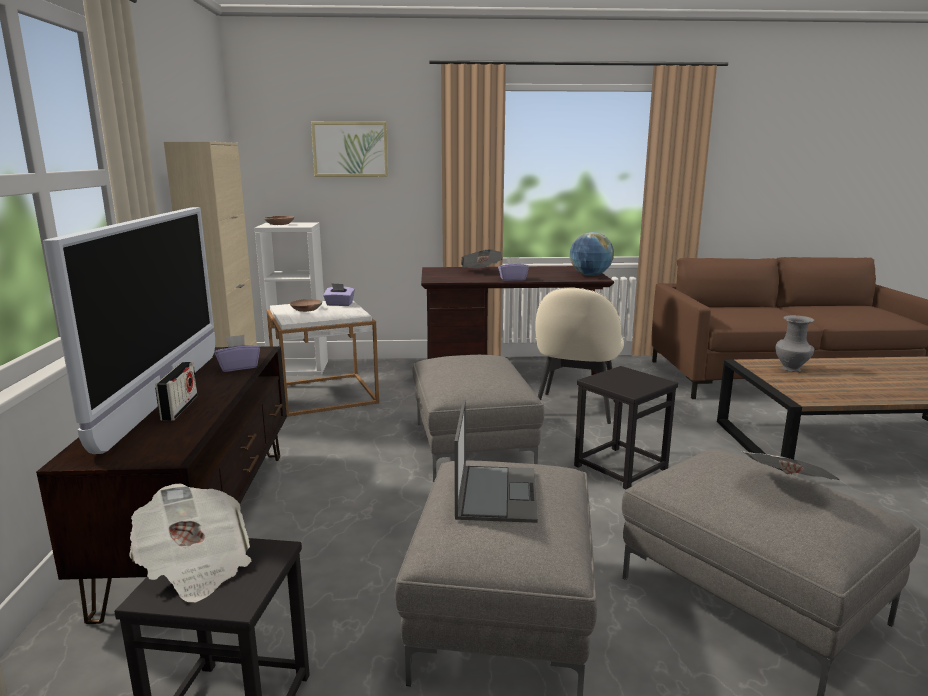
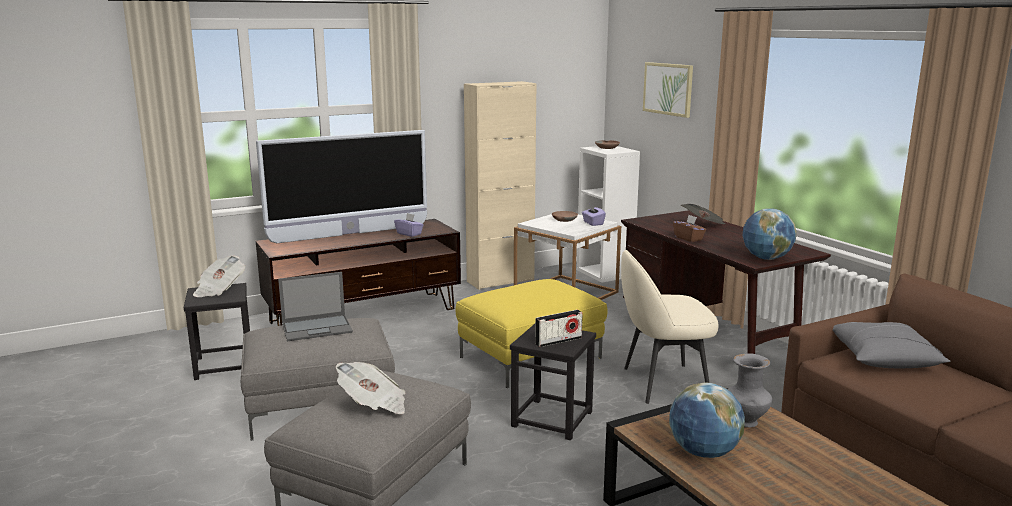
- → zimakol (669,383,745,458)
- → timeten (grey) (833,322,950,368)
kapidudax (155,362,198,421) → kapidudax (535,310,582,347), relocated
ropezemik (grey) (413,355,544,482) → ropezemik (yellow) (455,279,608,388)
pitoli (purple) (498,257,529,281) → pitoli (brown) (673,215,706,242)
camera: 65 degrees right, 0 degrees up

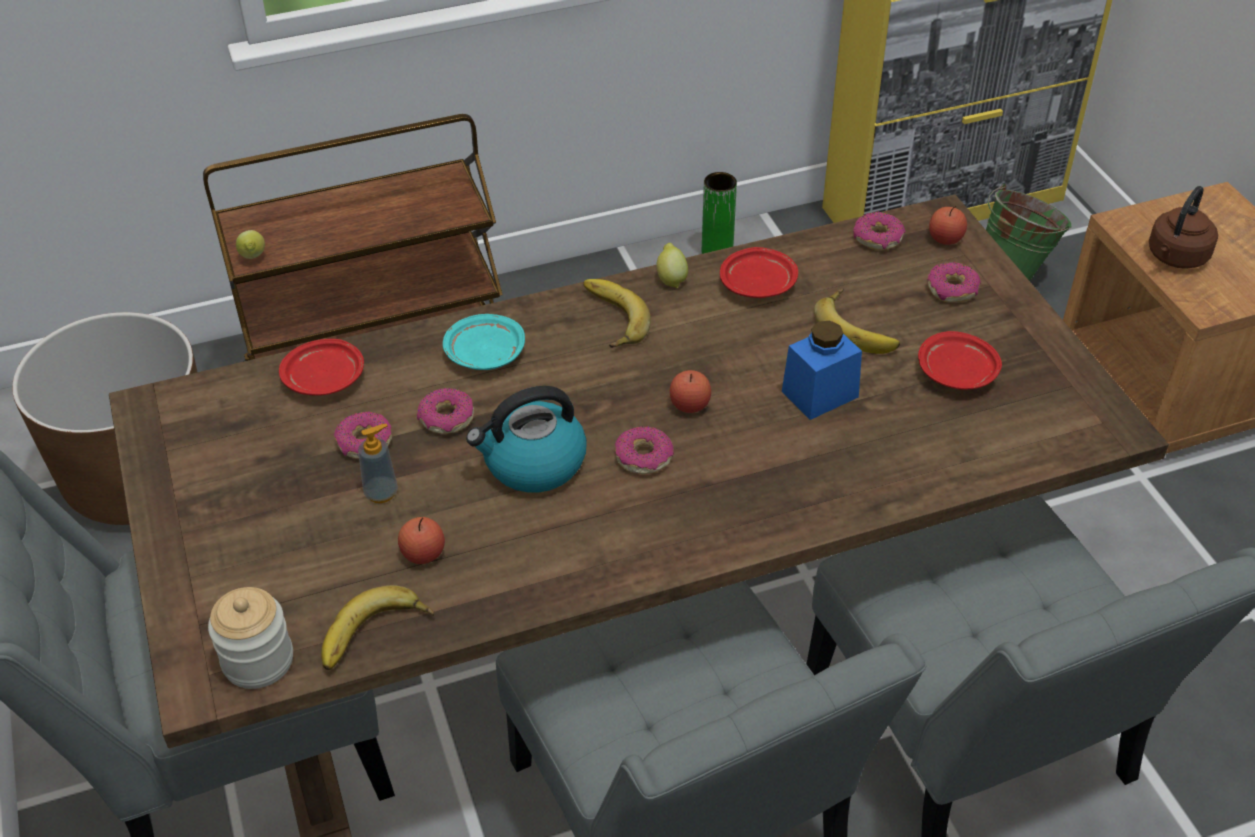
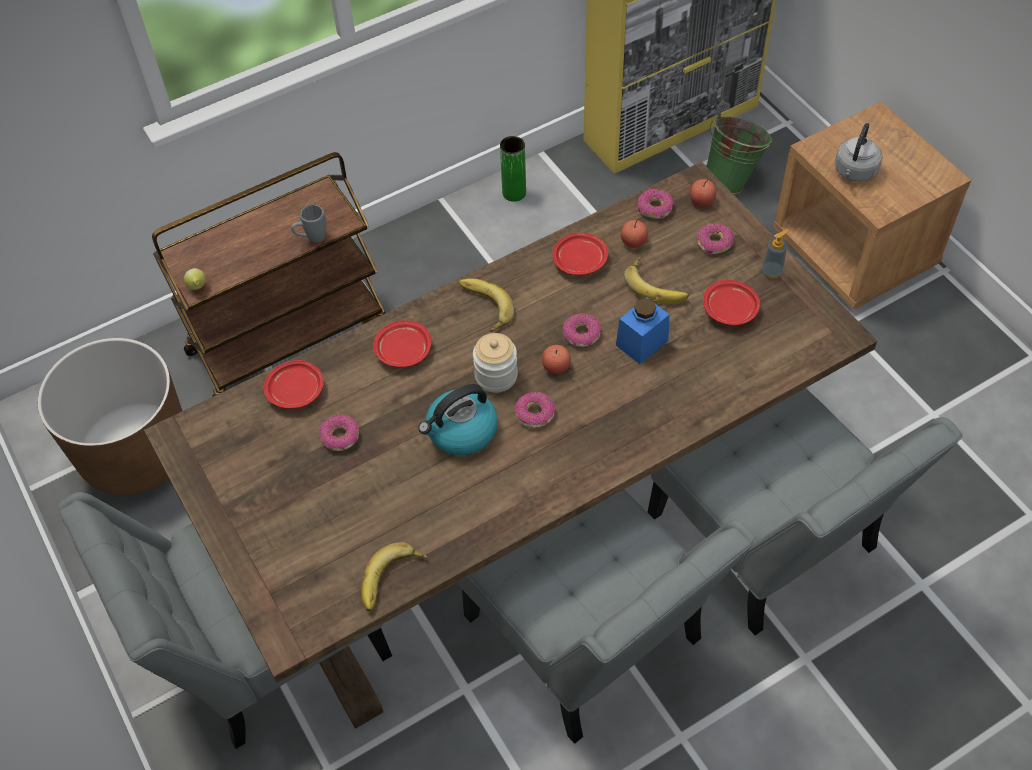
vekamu (657,243,688,288) → -
- → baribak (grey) (291,204,326,243)
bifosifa (208,587,293,689) → bifosifa (473,333,518,393), relocated
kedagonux (358,424,398,503) → kedagonux (762,229,788,279), relocated
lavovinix (398,517,445,564) → lavovinix (621,220,648,248), relocated
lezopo (417,388,474,434) → lezopo (563,313,601,347), relocated
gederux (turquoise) (443,314,525,370) → gederux (red) (373,320,432,367)
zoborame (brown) (1149,186,1218,269) → zoborame (grey) (835,123,882,182)
camera: 10 degrees left, 10 degrees up

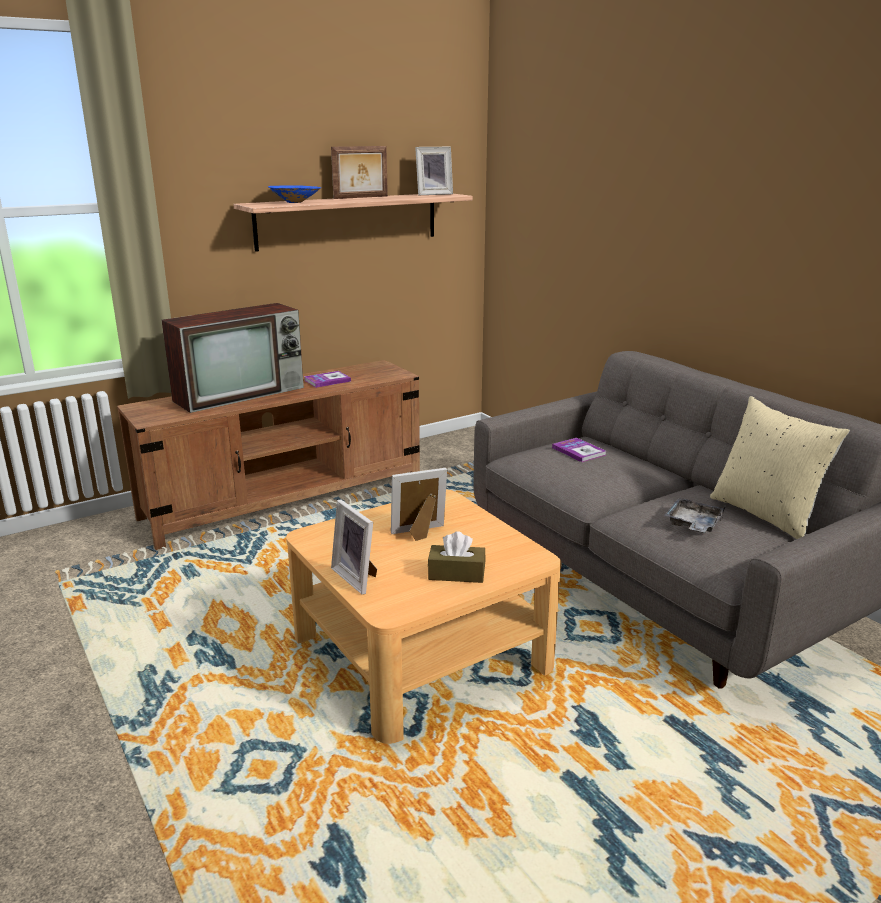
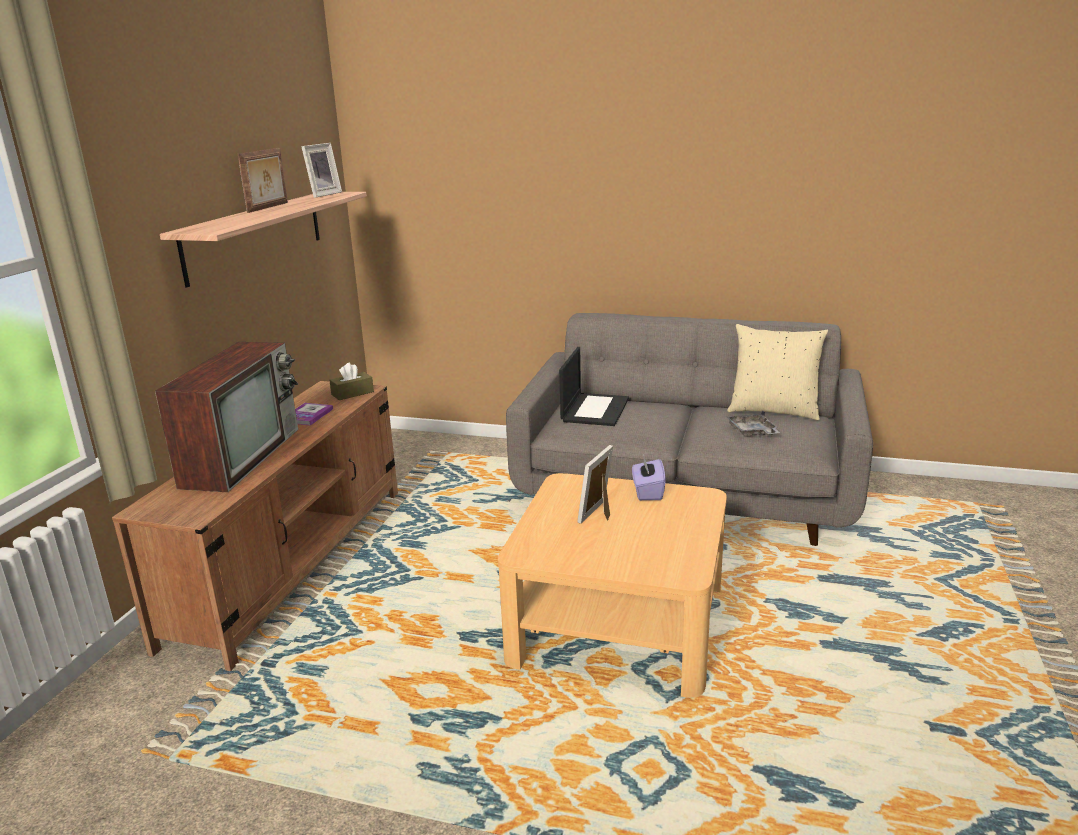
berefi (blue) (268,185,321,203) → -
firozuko (331,500,377,595) → -
- → pitoli (purple) (632,457,666,500)
pitoli (brown) (428,531,486,583) → pitoli (brown) (329,362,374,400), relocated
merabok (552,438,606,462) → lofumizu (559,347,629,426)
camera: 40 degrees left, 0 degrees up

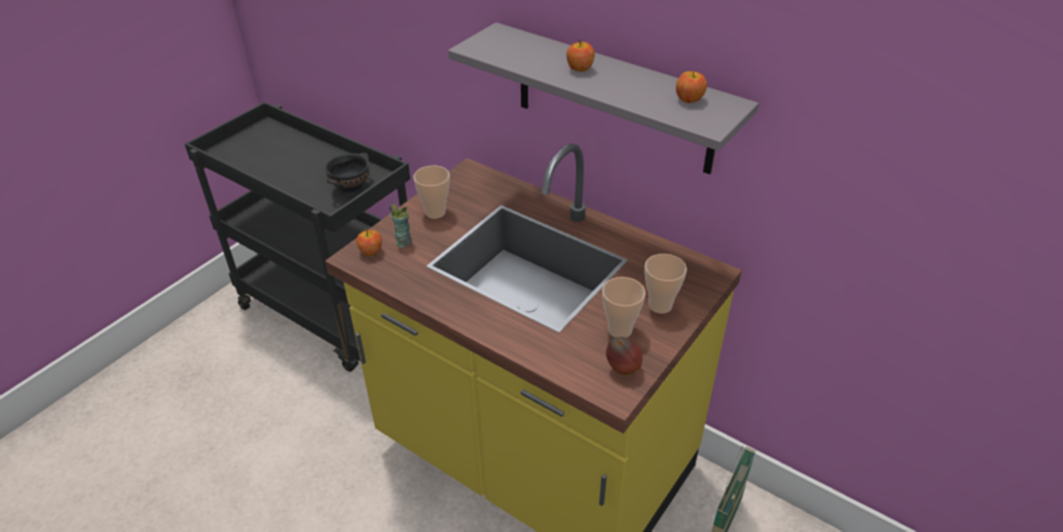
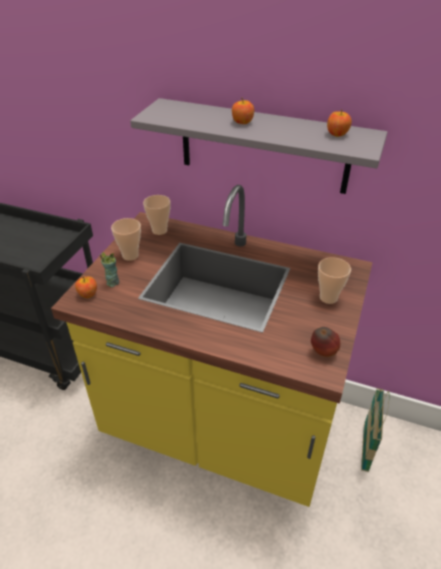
berefi (black) (325,153,369,196) → -
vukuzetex (602,277,645,338) → vukuzetex (143,195,171,235), relocated
camera: 15 degrees left, 0 degrees up

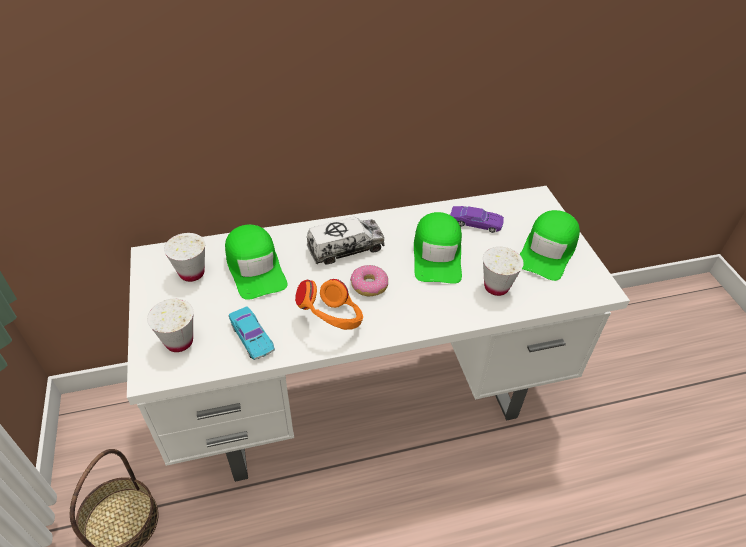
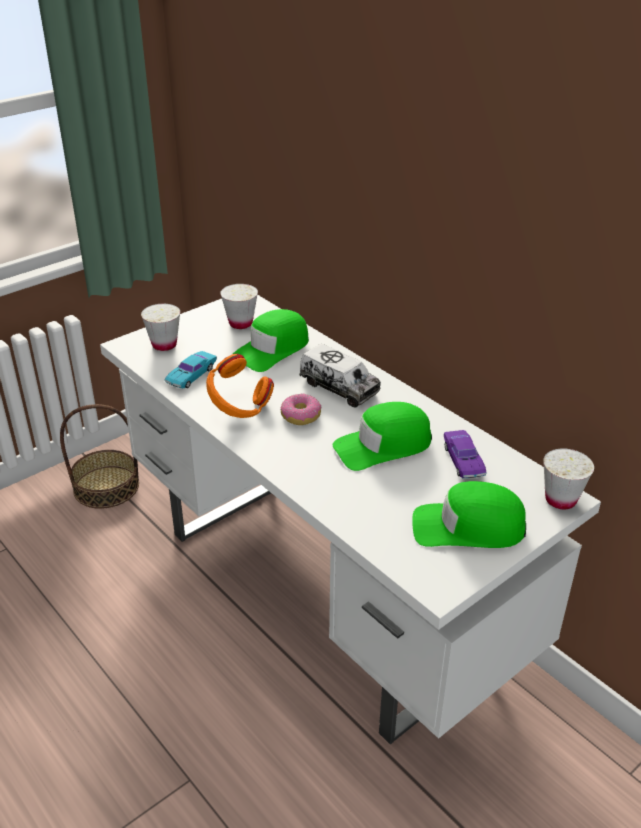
vukuzetex (white) (483,247,524,296) → vukuzetex (white) (543,448,594,510), relocated
camera: 65 degrees right, 10 degrees down

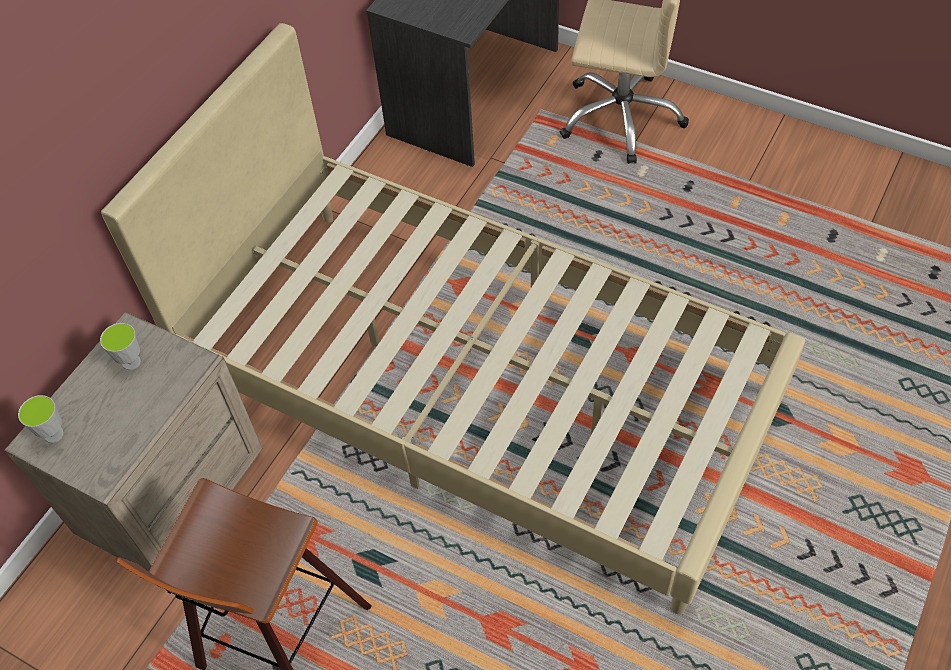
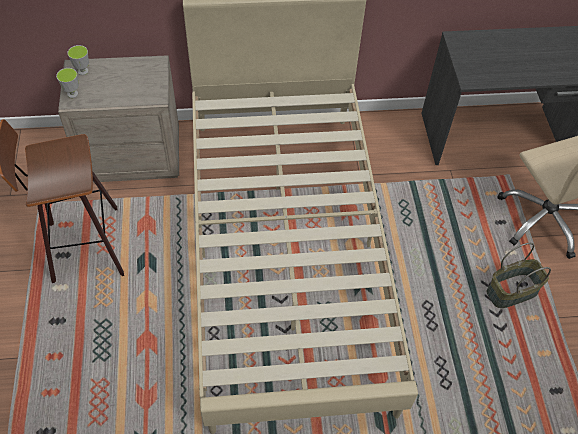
- → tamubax (486,243,551,308)
vukuzetex (100,323,141,370) → vukuzetex (56,68,79,98), relocated
camera: 50 degrees right, 0 degrees up

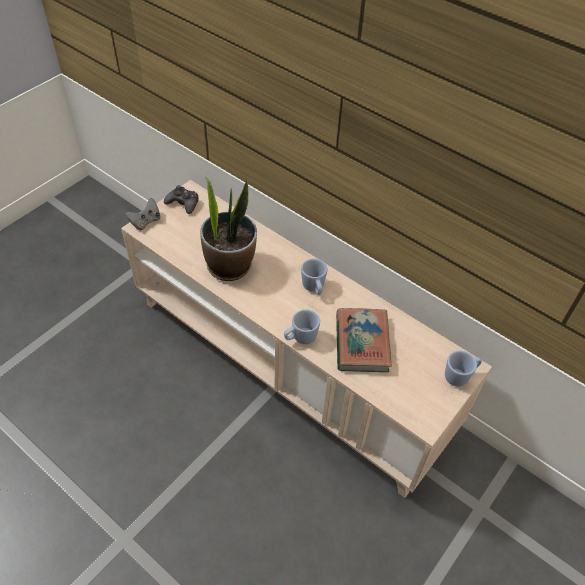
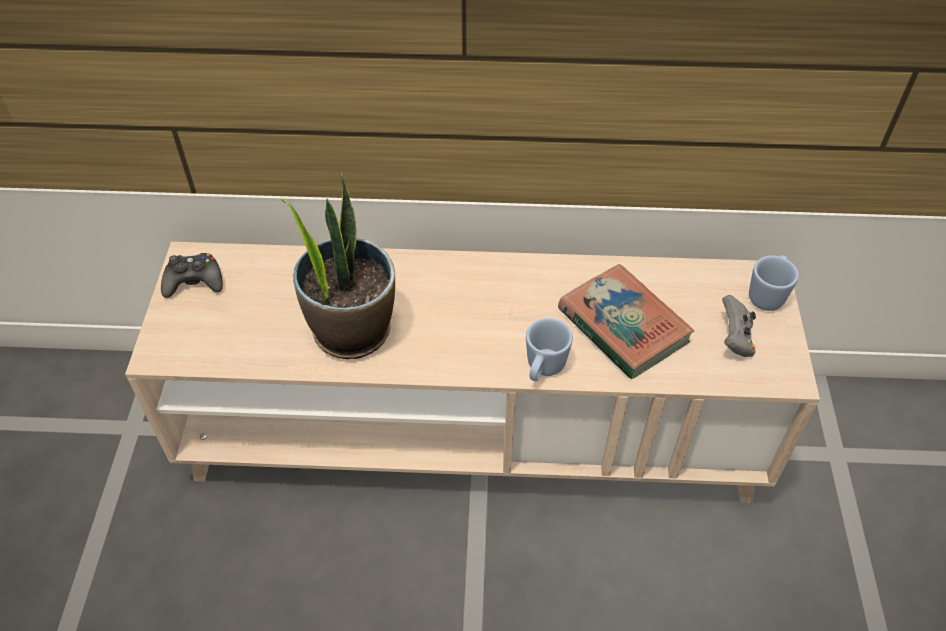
baribak (blue) (301,259,328,295) → -
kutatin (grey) (125,198,161,230) → kutatin (grey) (722,295,756,357), relocated
camera: 35 degrees left, 0 degrees up

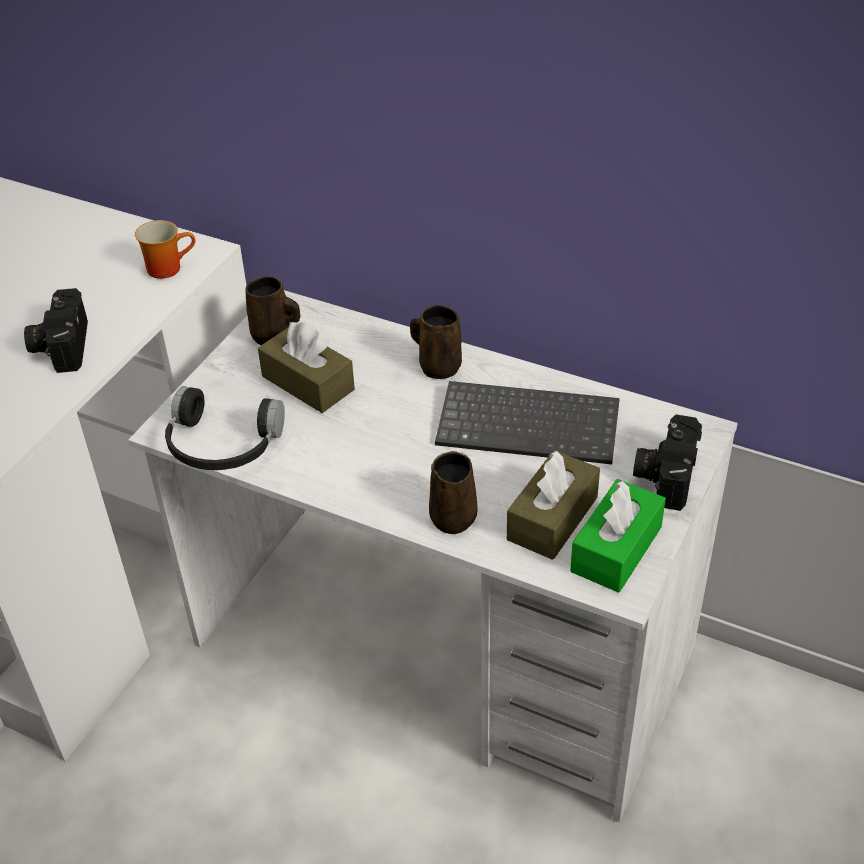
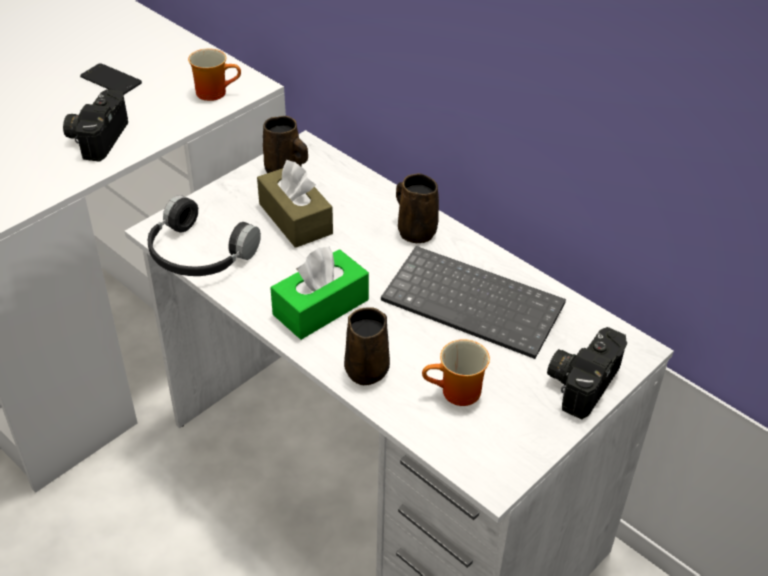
- → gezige (80,63,142,95)
pitoli (green) (570,479,666,593) → pitoli (green) (270,246,369,340), relocated
pitoli (brown) (507,450,600,560) → baribak (422,339,490,406)
camera: 15 degrees right, 0 degrees up

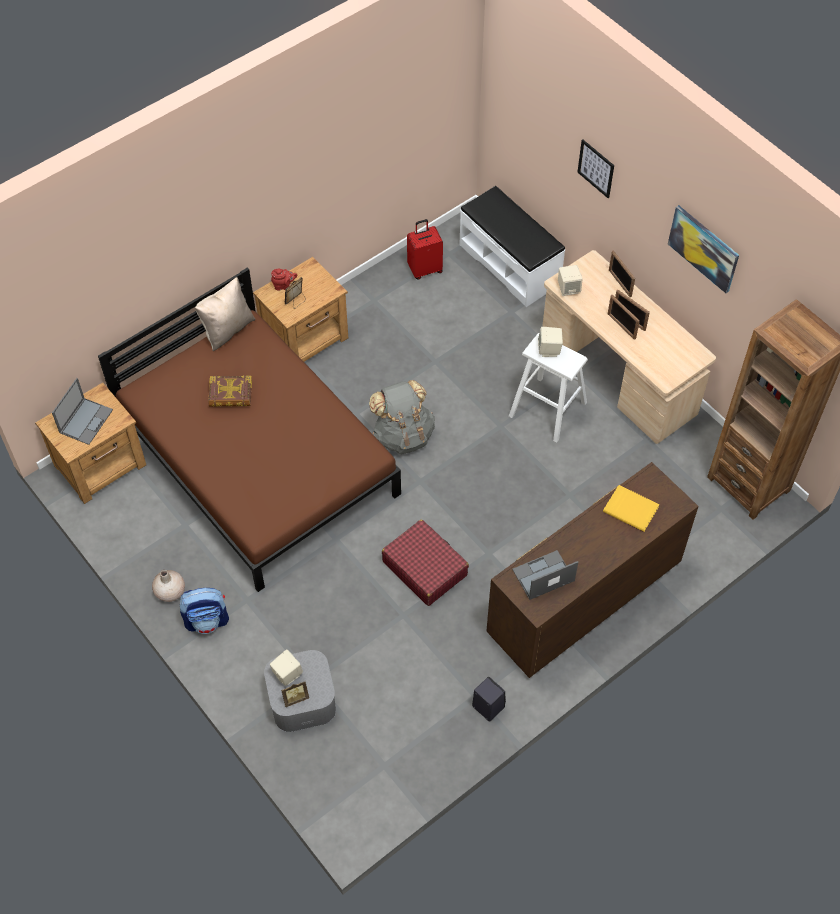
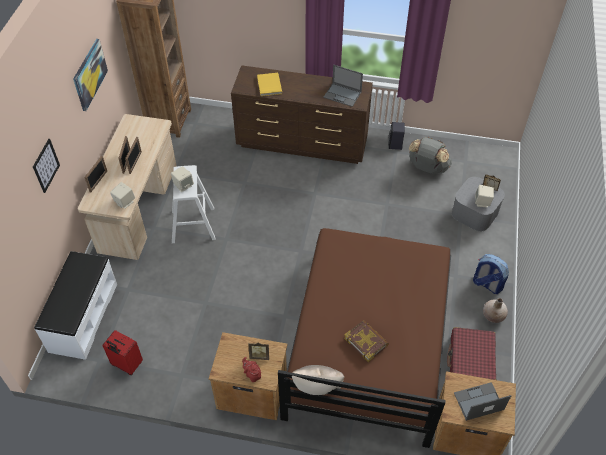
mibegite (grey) (369,380,435,454) → mibegite (grey) (409,137,452,174), relocated
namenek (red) (382,519,469,606) → namenek (red) (447,327,496,380), relocated
camera: 130 degrees left, 5 degrees down

